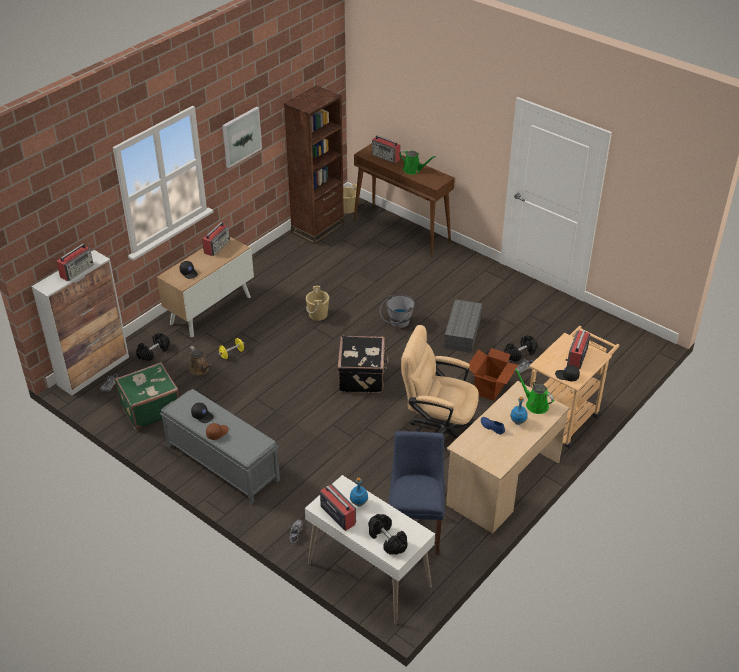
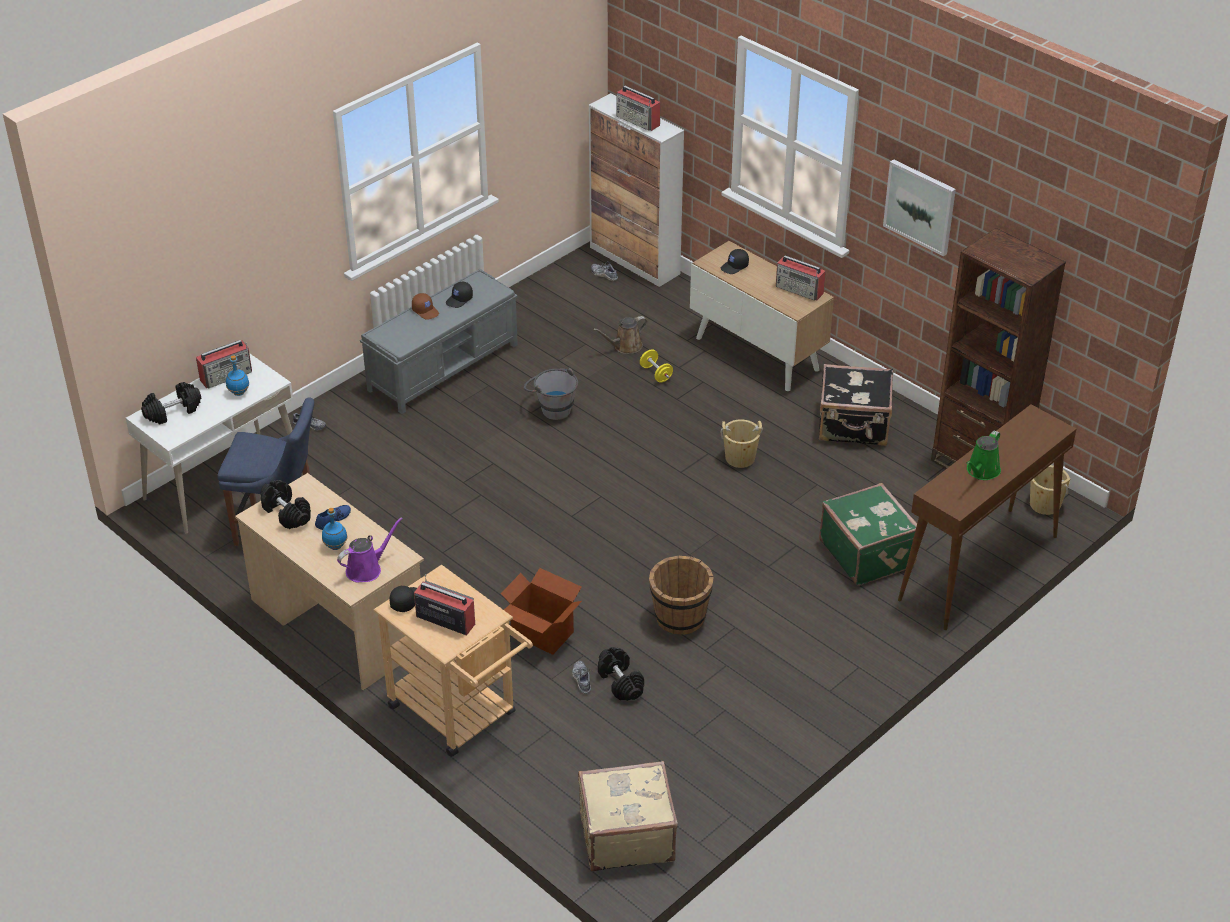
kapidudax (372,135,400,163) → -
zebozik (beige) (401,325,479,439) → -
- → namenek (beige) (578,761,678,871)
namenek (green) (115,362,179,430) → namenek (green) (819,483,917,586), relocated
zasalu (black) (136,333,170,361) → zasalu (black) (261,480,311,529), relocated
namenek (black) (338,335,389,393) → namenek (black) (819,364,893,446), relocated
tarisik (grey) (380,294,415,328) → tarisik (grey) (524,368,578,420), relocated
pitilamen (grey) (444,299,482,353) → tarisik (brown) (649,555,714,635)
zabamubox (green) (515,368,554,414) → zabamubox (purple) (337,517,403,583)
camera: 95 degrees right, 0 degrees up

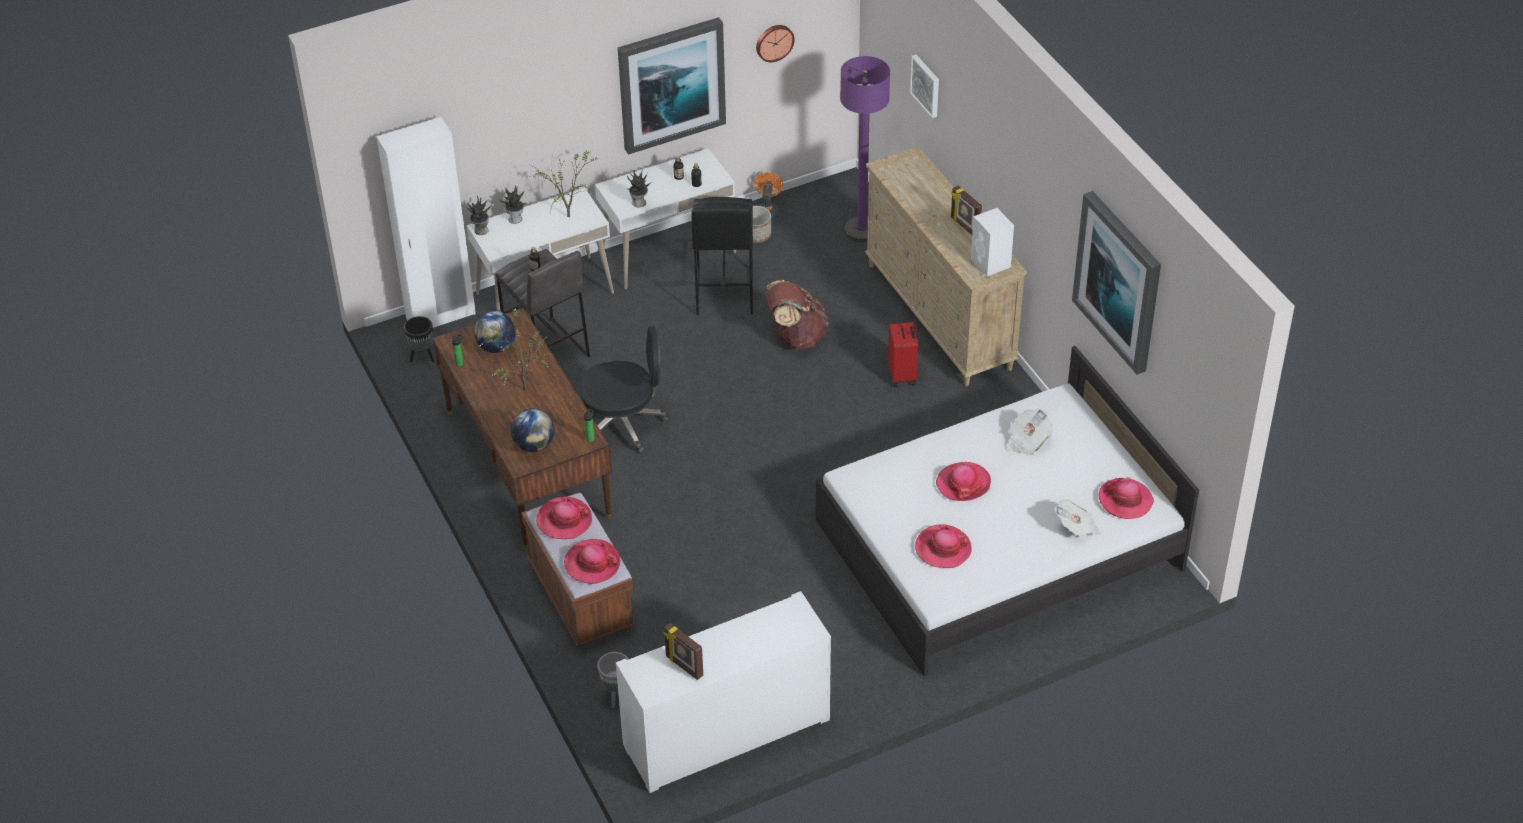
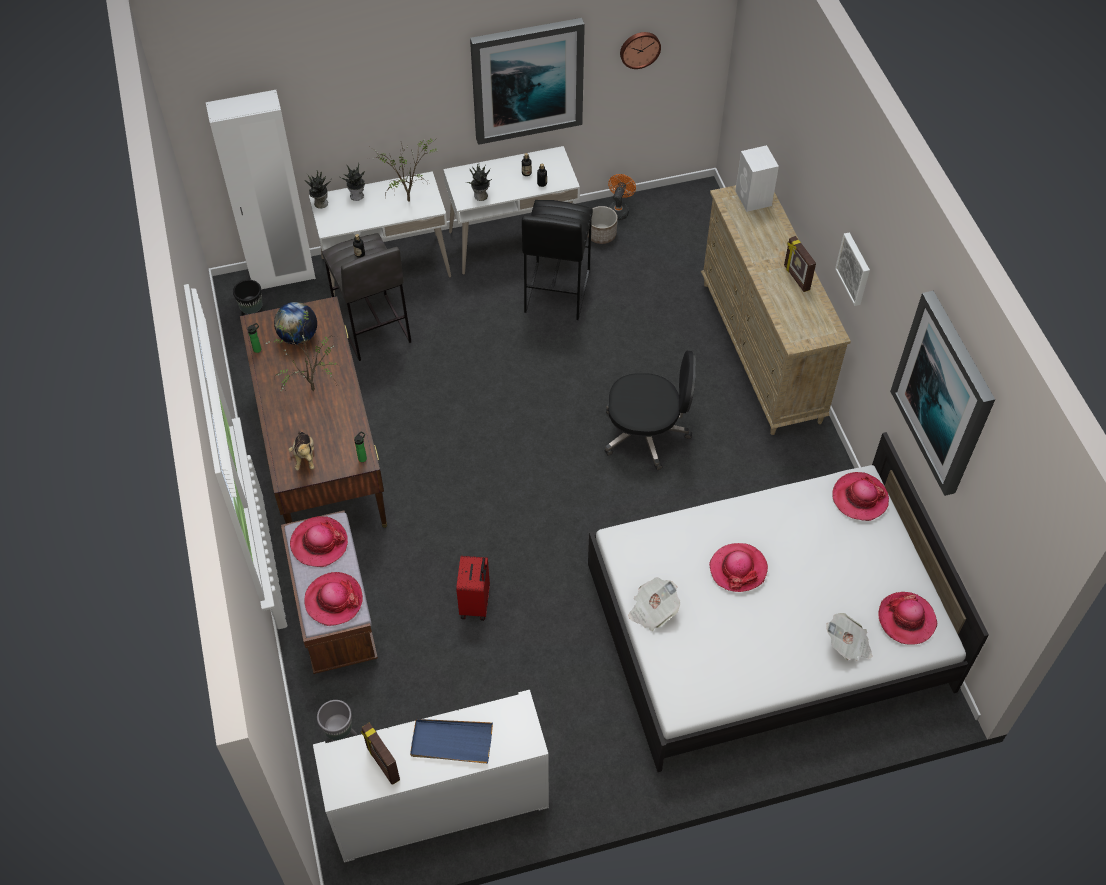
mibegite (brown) (766,280,829,350) → -
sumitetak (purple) (840,56,890,242) → -
- → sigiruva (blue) (410,719,493,764)
zebozik (black) (581,326,669,453) → zebozik (black) (605,351,696,470), relocated
namenek (red) (888,317,918,387) → namenek (red) (456,556,490,621), relocated
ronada (910,55,939,118) → ronada (835,232,870,306), relocated
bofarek (915,524,972,568) → bofarek (832,472,889,521), relocated
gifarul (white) (971,208,1014,276) → gifarul (white) (735,145,779,212), relocated
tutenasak (1007,409,1053,455) → tutenasak (628,577,680,631), relocated
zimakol (511,409,555,452) → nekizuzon (289,432,315,470)
camera: 10 degrees right, 10 degrees up

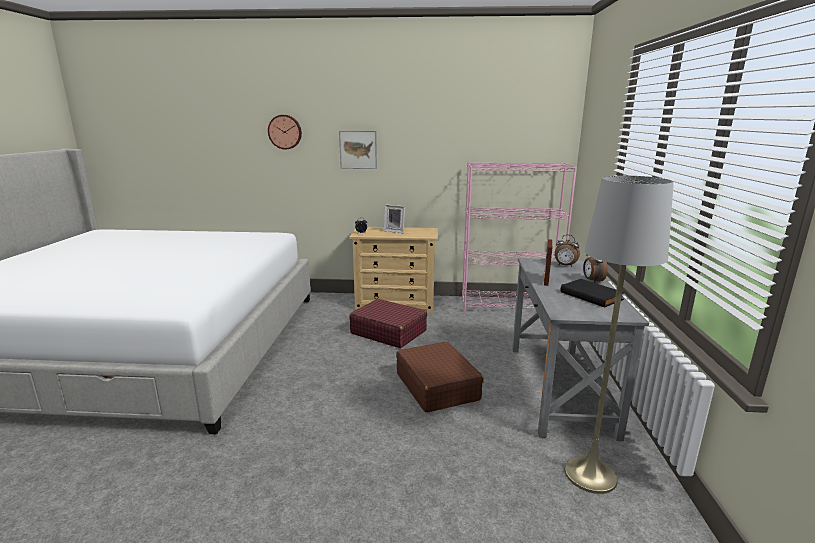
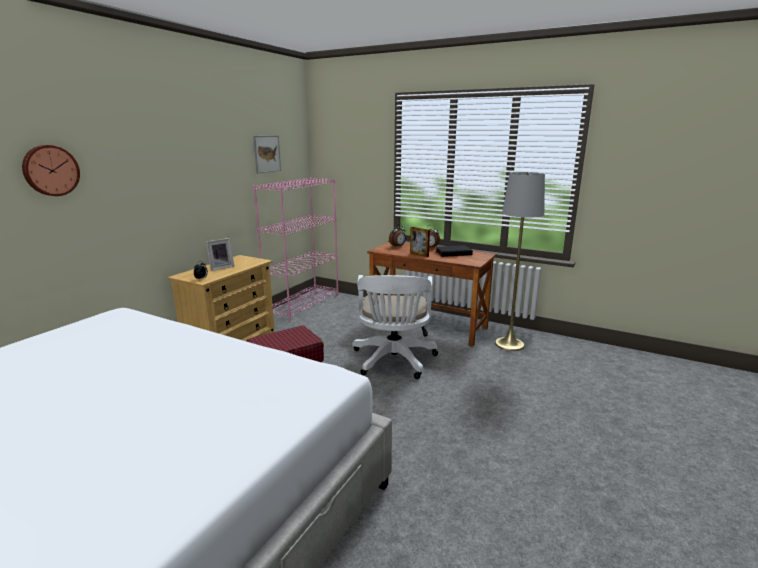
ronada (339,131,377,169) → ronada (253,136,281,173), relocated
namenek (brown) (396,341,483,413) → zebozik (white) (352,275,438,379)
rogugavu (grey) (512,258,649,441) → rogugavu (brown) (367,242,496,347)
camera: 65 degrees left, 0 degrees up

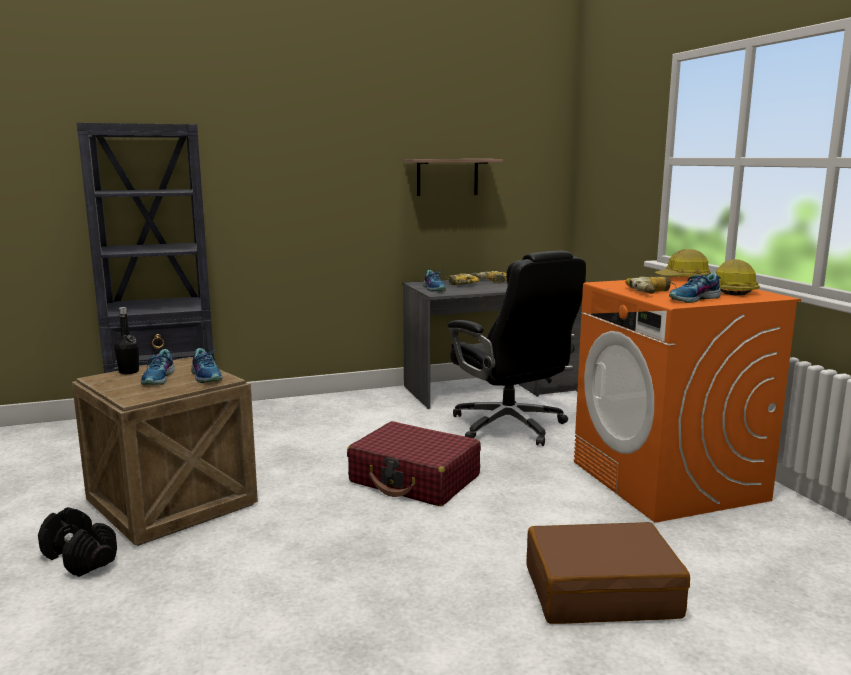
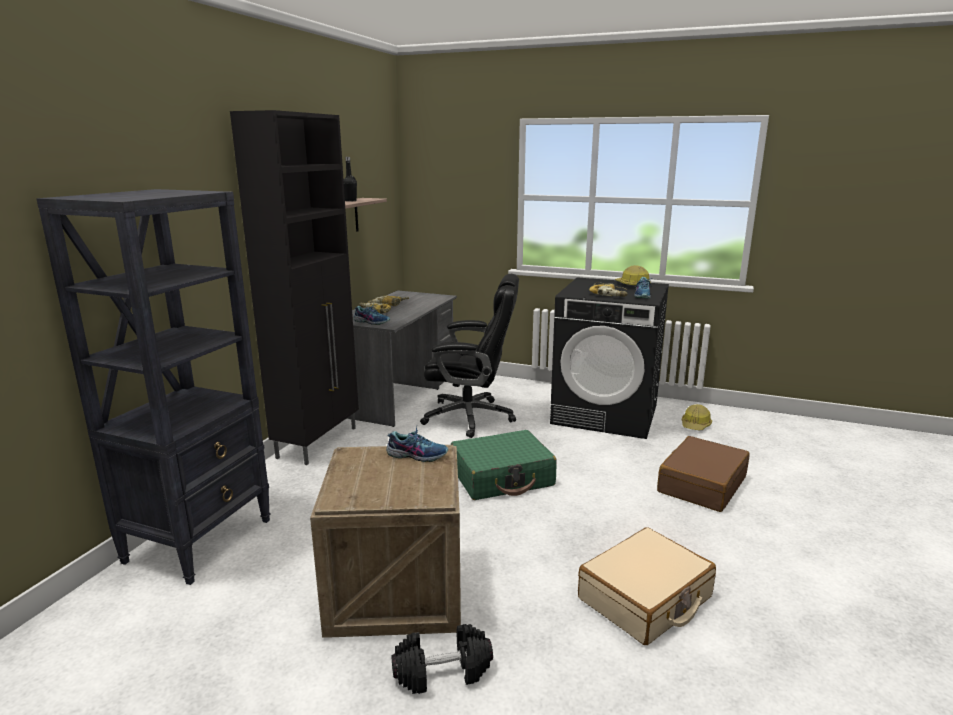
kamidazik (141,349,175,385) → -
- → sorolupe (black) (230,110,359,465)
- → namenek (beige) (578,527,716,645)
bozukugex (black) (114,307,139,374) → bozukugex (black) (344,157,357,201), relocated
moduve (654,249,711,277) → moduve (682,404,712,430), relocated
namenek (red) (347,421,481,506) → namenek (green) (451,430,557,500)
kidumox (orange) (574,276,801,523) → kidumox (black) (550,277,669,439)
camera: 50 degrees left, 5 degrees up

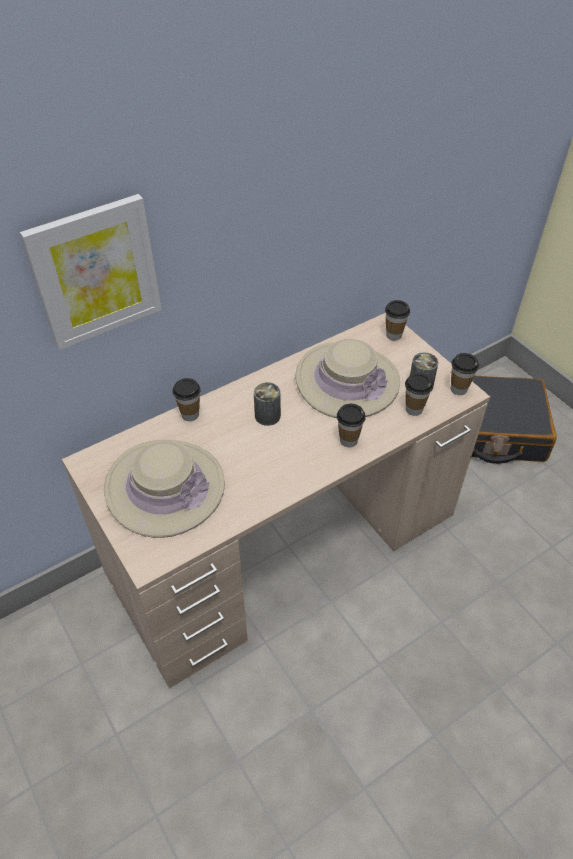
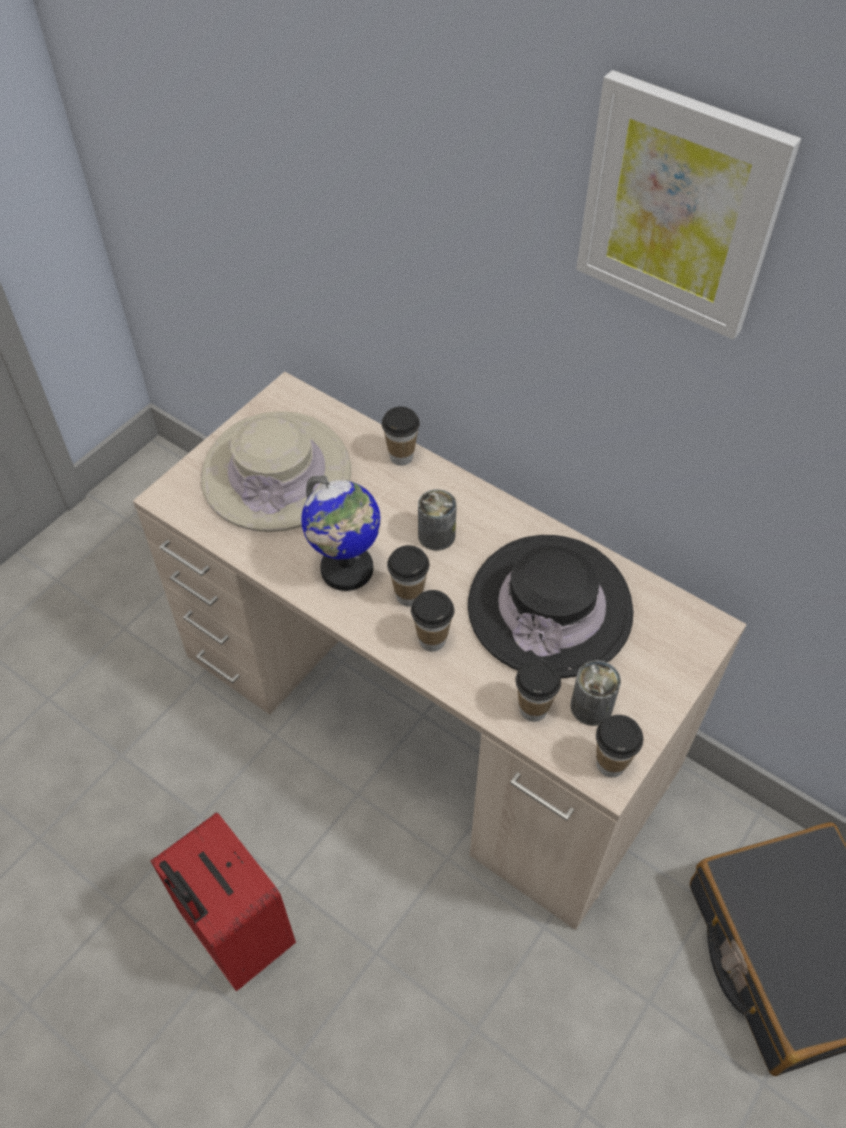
- → namenek (red) (151,812,296,991)
- → zimakol (301,475,381,591)
ronada (20,194,162,350) → ronada (576,70,801,339), relocated
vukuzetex (385,300,410,341) → vukuzetex (387,545,429,607), relocated
bofarek (beige) (295,339,400,418) → bofarek (black) (468,535,634,678)
camera: 70 degrees right, 5 degrees up

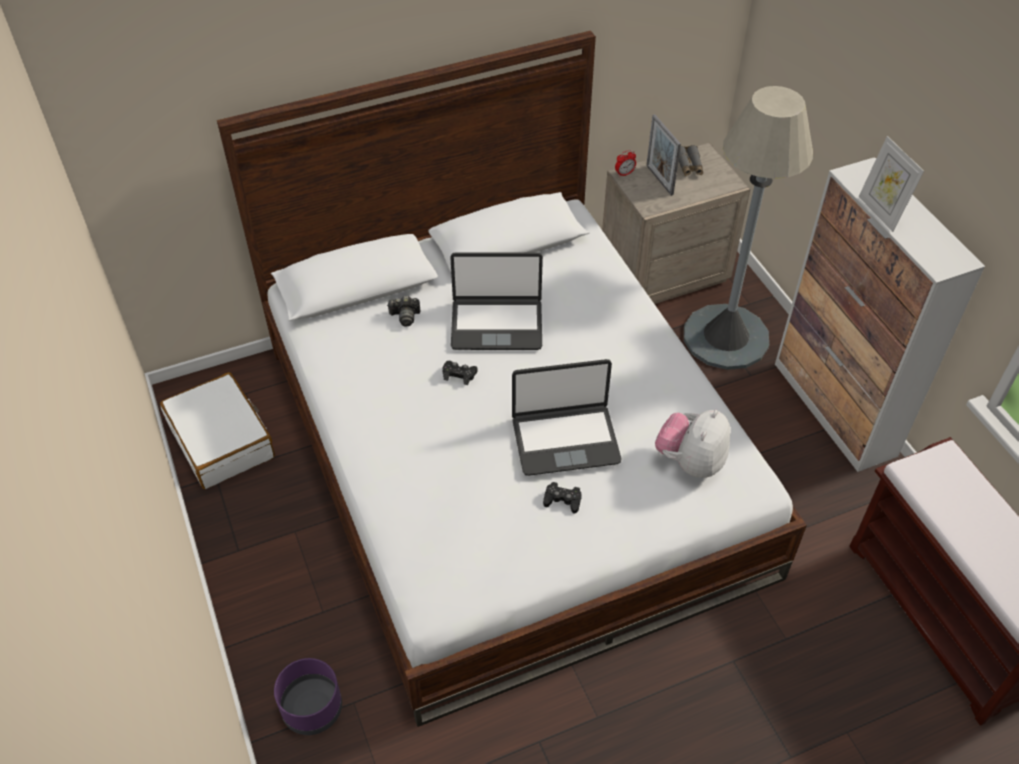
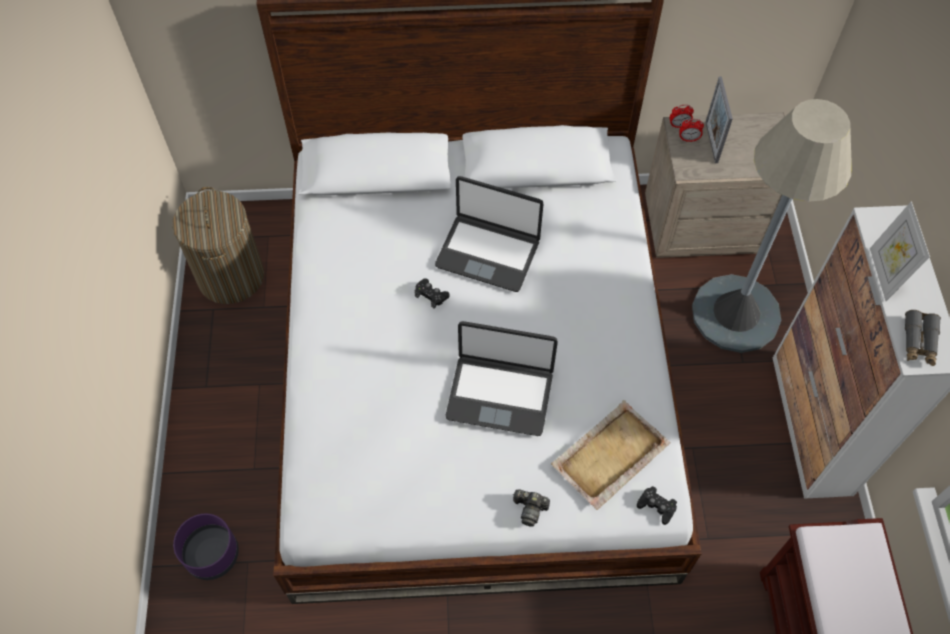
- → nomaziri (679,119,704,142)
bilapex (387,296,421,326) → bilapex (513,489,550,527), relocated
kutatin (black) (543,482,581,514) → kutatin (black) (637,486,677,525), relocated
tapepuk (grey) (678,145,703,176) → tapepuk (grey) (905,310,941,366), relocated
namenek (white) (160,372,275,489) → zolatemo (172,187,264,304)
nekizuzon (655,410,730,478) → sigiruva (beige) (551,400,671,510)
camera: 20 degrees right, 10 degrees up

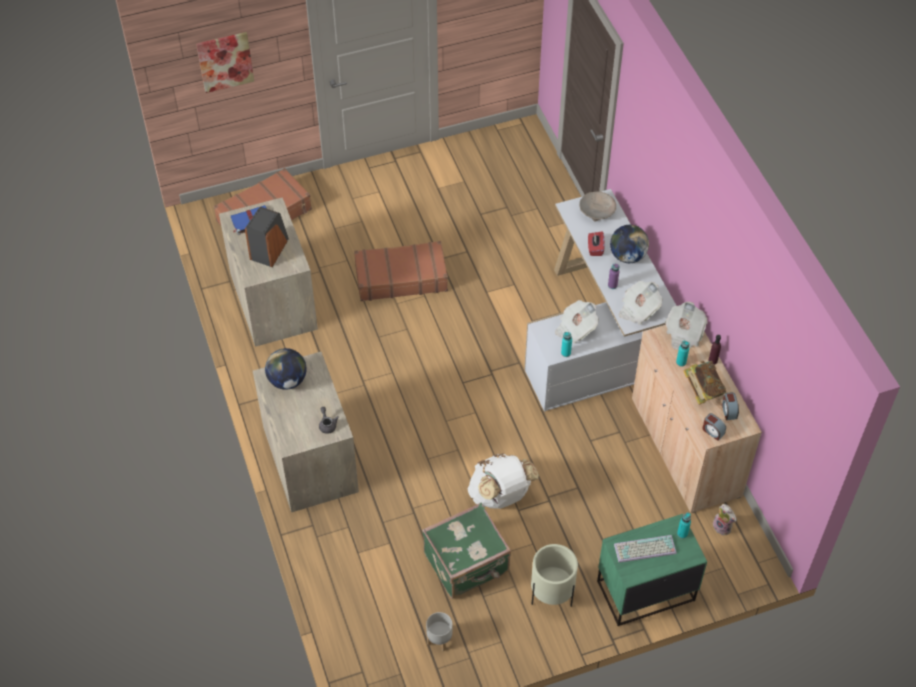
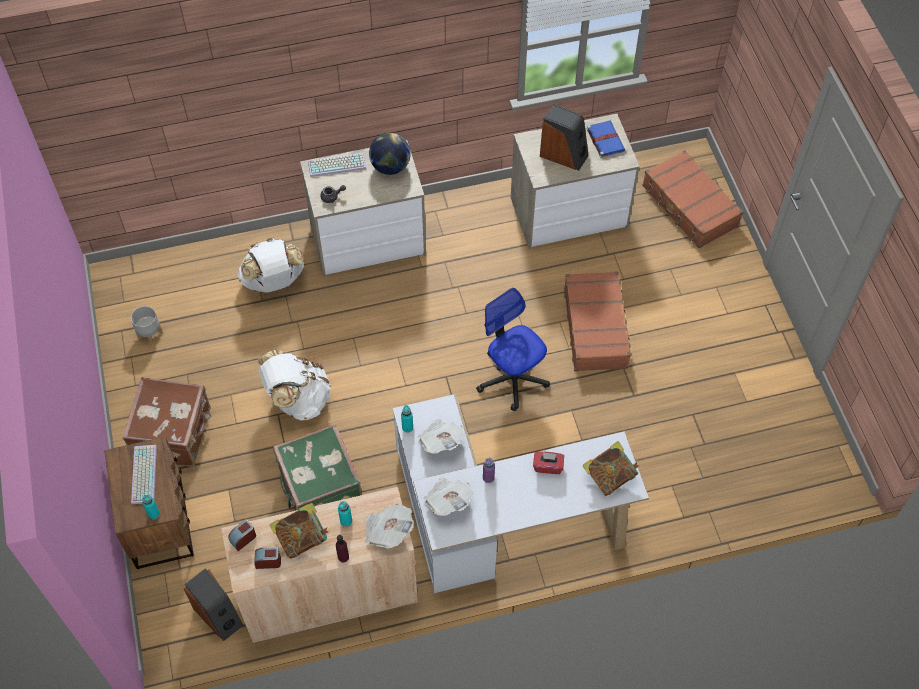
ronada (196,32,254,93) → -
zimakol (610,225,649,263) → -
- → mibegite (white) (237,238,305,293)
- → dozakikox (308,153,366,177)
- → zebozik (476,288,550,411)
namenek (green) (422,503,511,599) → namenek (green) (273,424,362,510), relocated
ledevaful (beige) (531,544,578,607) → namenek (brown) (123,377,212,467)
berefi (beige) (579,191,616,222) → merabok (583,441,639,496)
nekizuzon (713,504,737,536) → gifarul (184,569,243,641)
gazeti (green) (597,514,707,626) → gazeti (brown) (104,437,194,569)
camera: 95 degrees right, 5 degrees up

